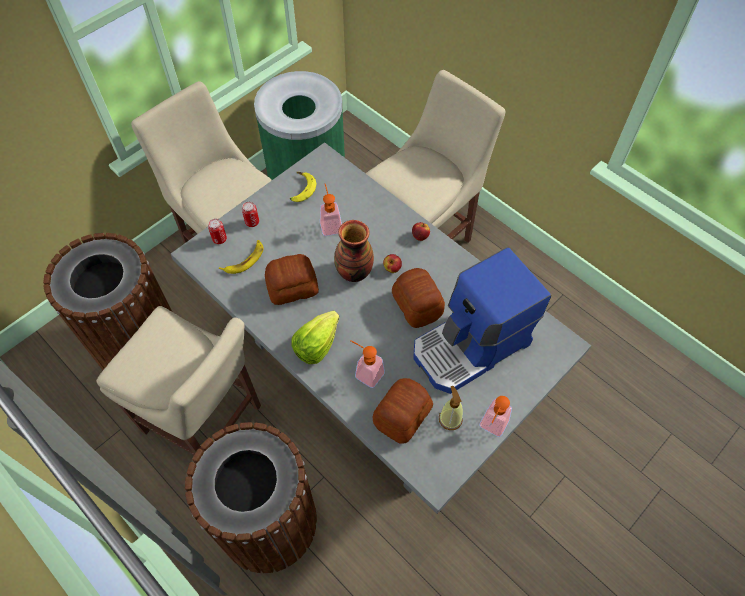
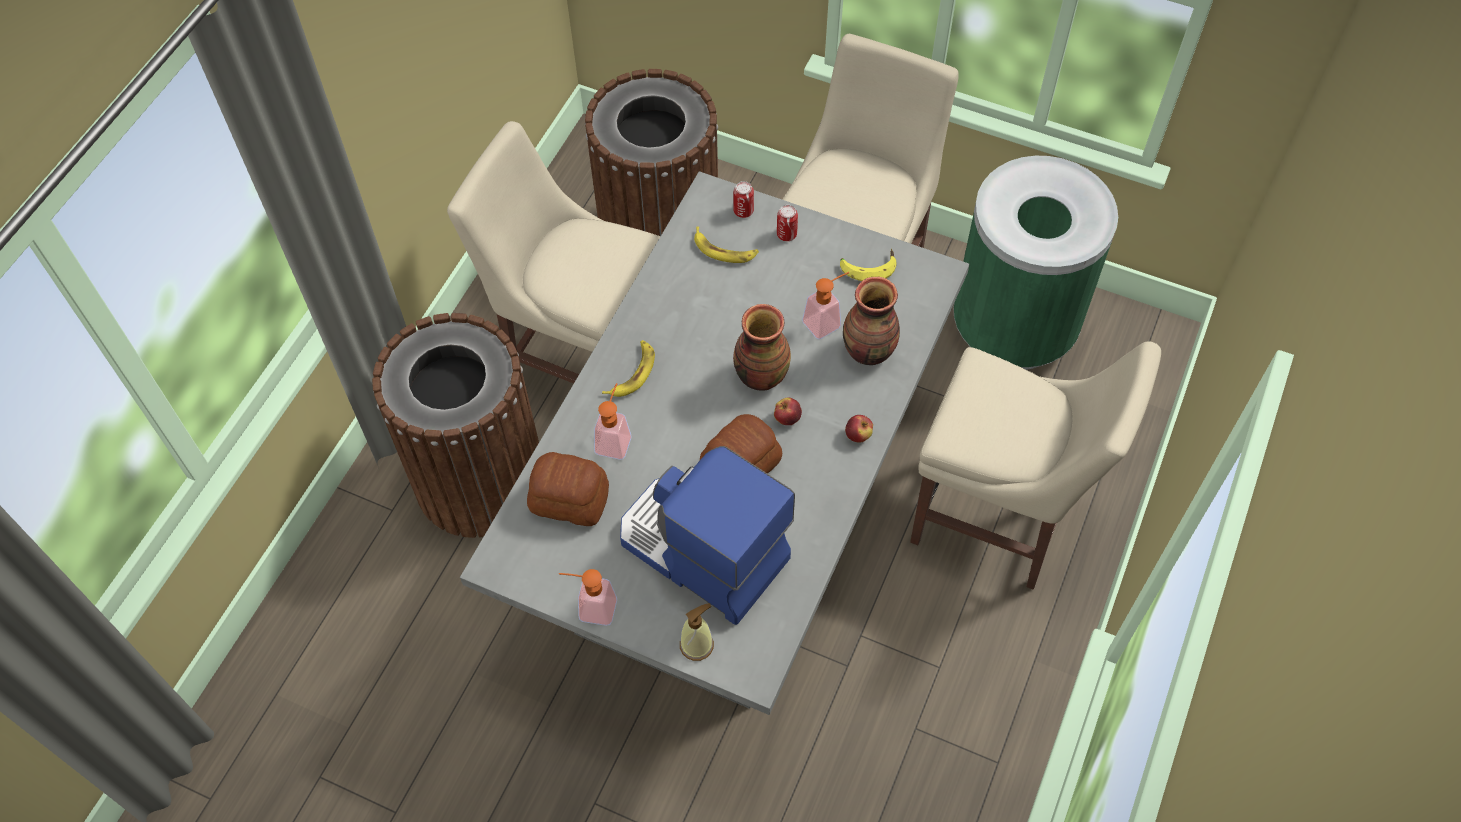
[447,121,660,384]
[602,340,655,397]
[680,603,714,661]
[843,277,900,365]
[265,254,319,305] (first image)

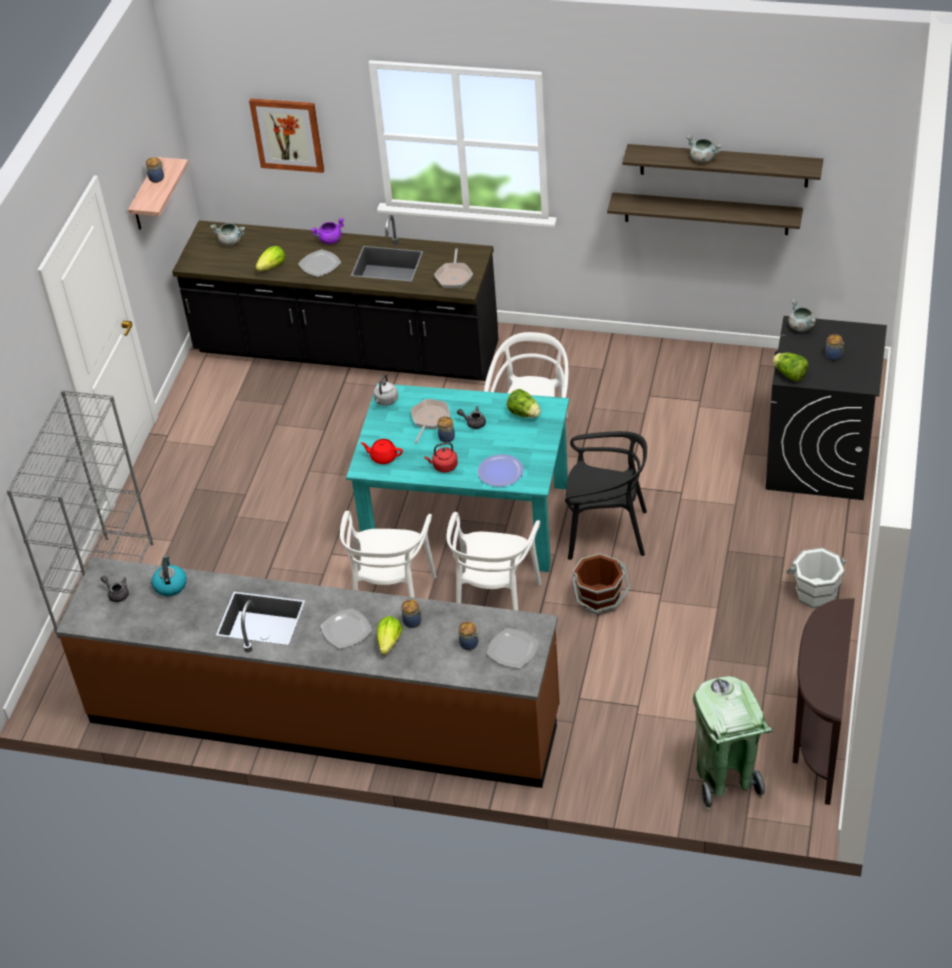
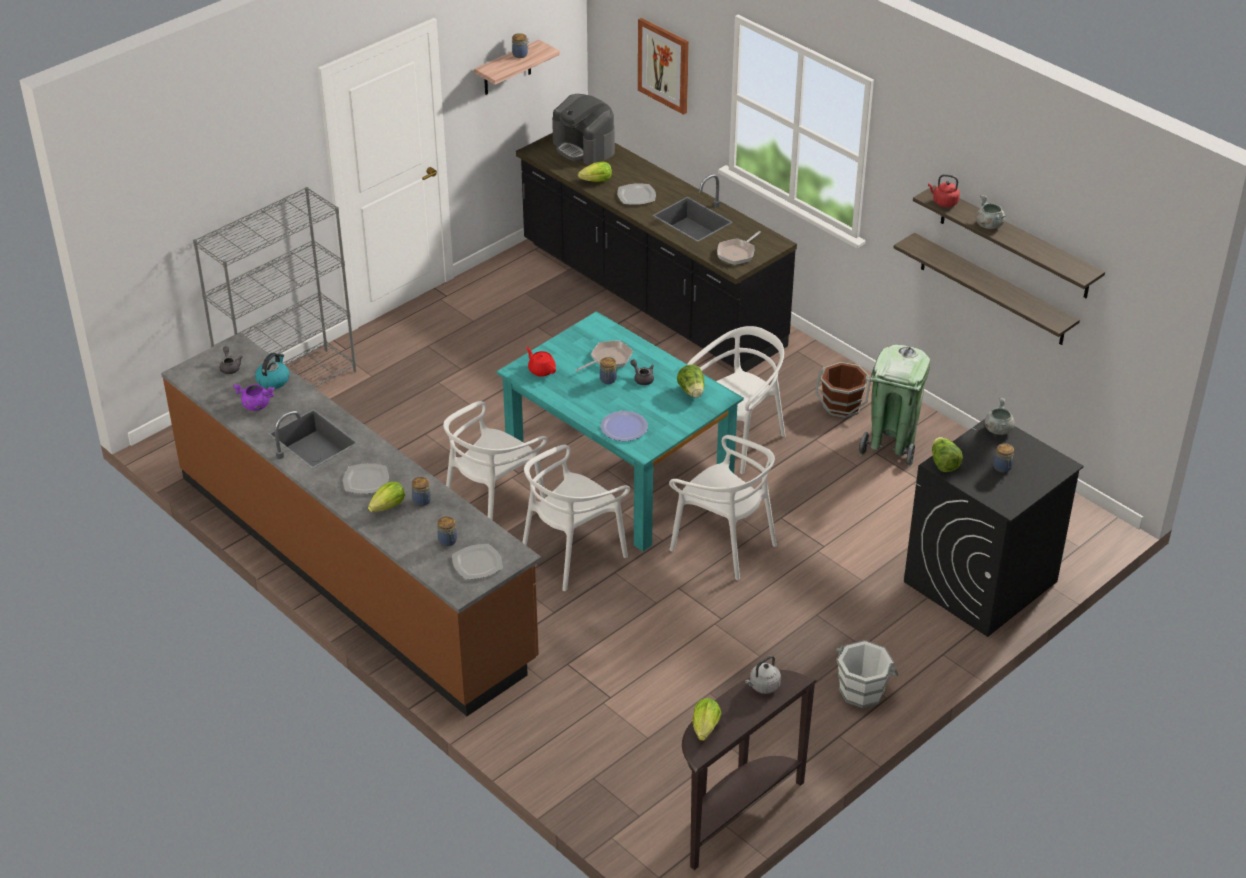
[233,384,275,411]
[552,94,615,165]
[669,435,777,580]
[693,698,721,741]
[745,656,781,694]
[815,362,871,418]
[859,345,930,466]
[928,174,960,207]

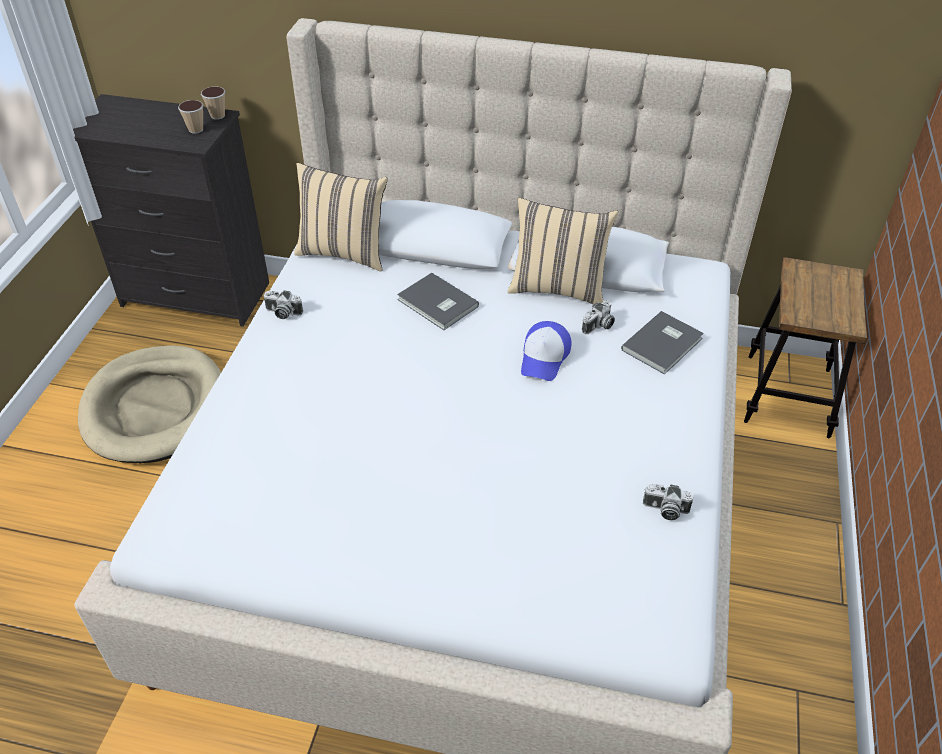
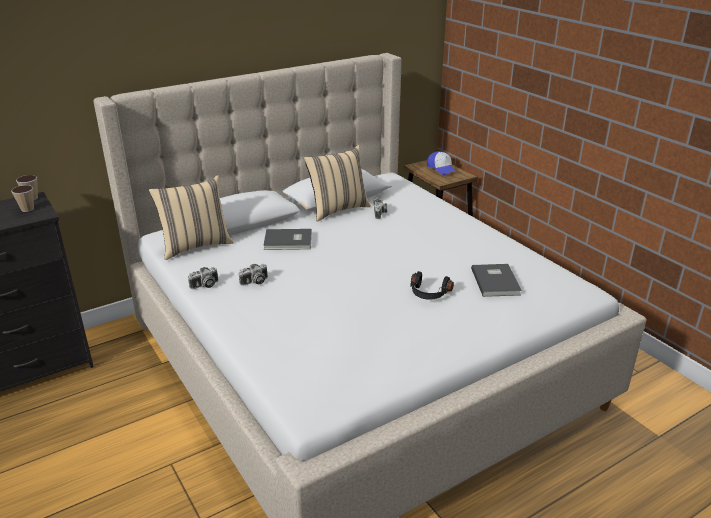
[239,264,268,286]
[410,271,454,300]
[427,151,455,175]
[471,264,522,297]
[78,345,221,463] (first image)

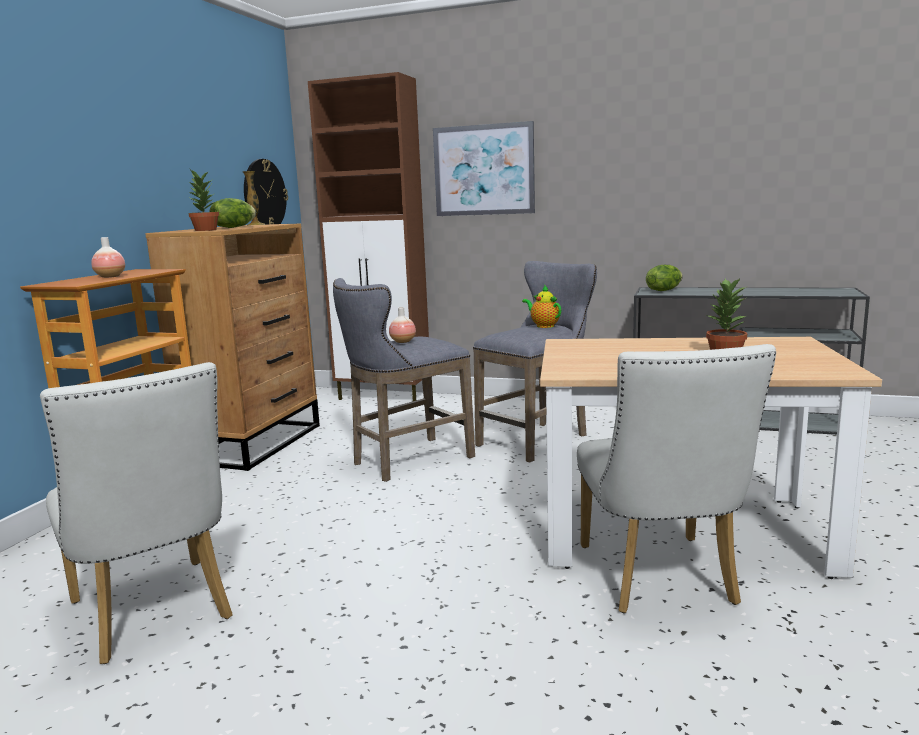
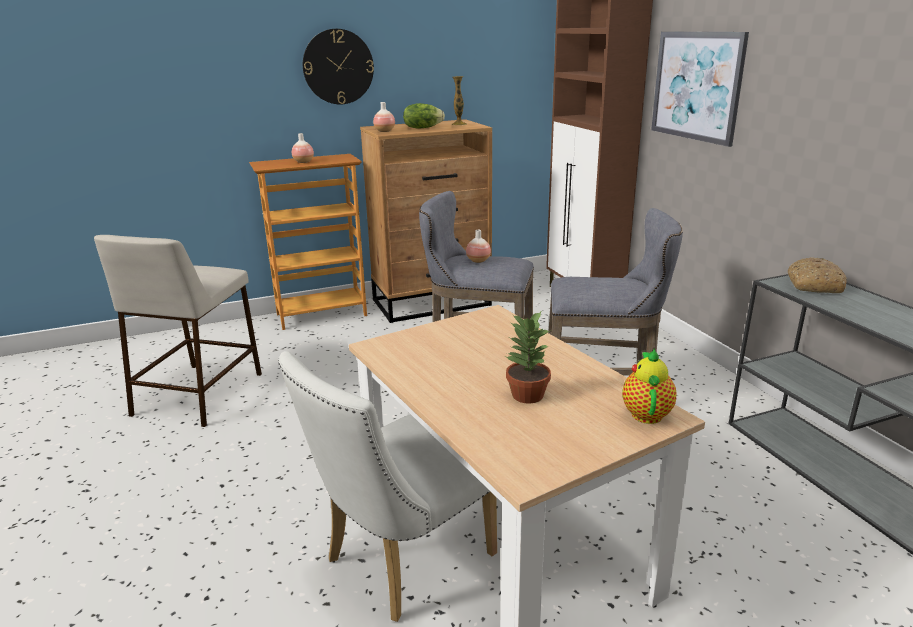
[94,235,262,427]
[303,29,374,104]
[373,102,395,132]
[622,348,676,424]
[788,258,847,293]

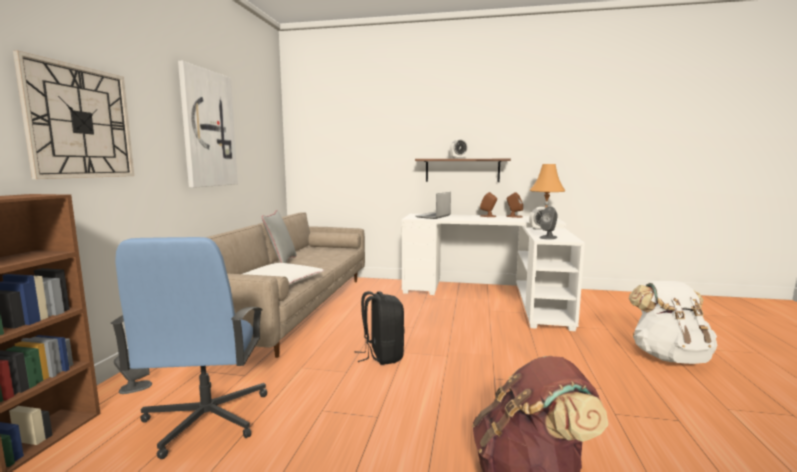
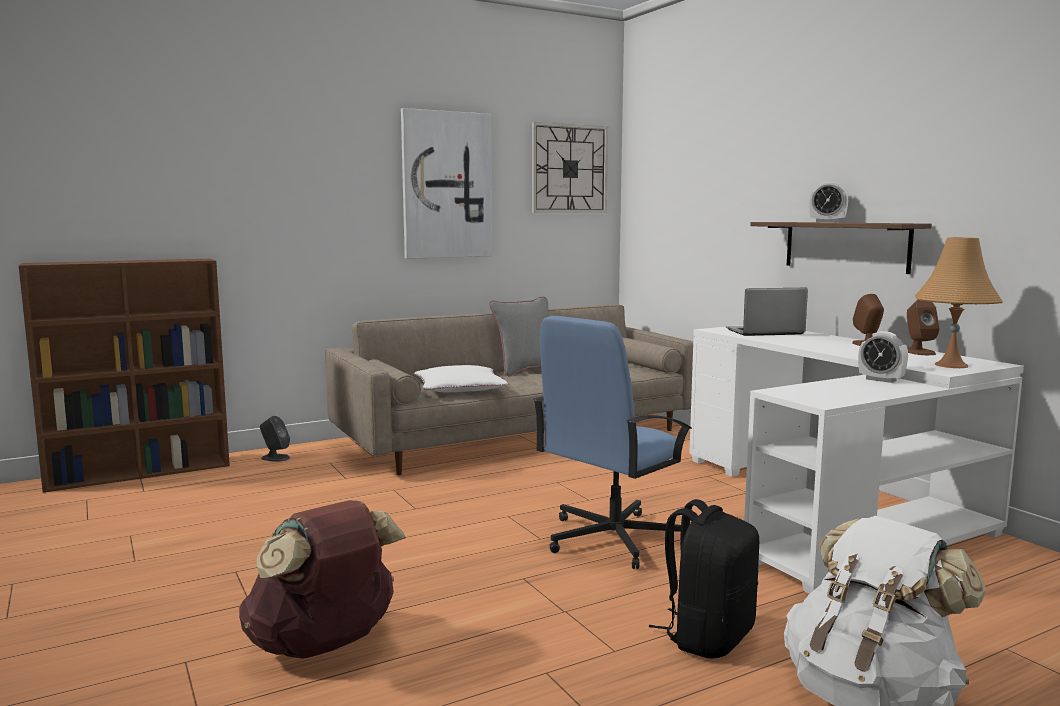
[532,122,608,213]
[533,316,692,569]
[649,499,759,659]
[540,206,558,239] (first image)

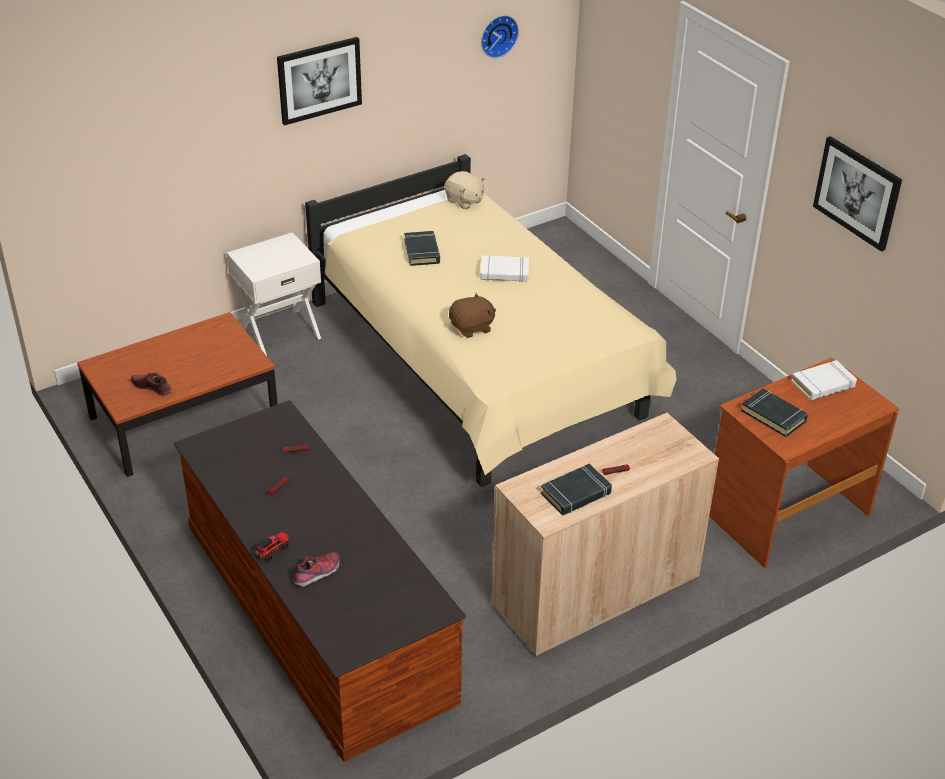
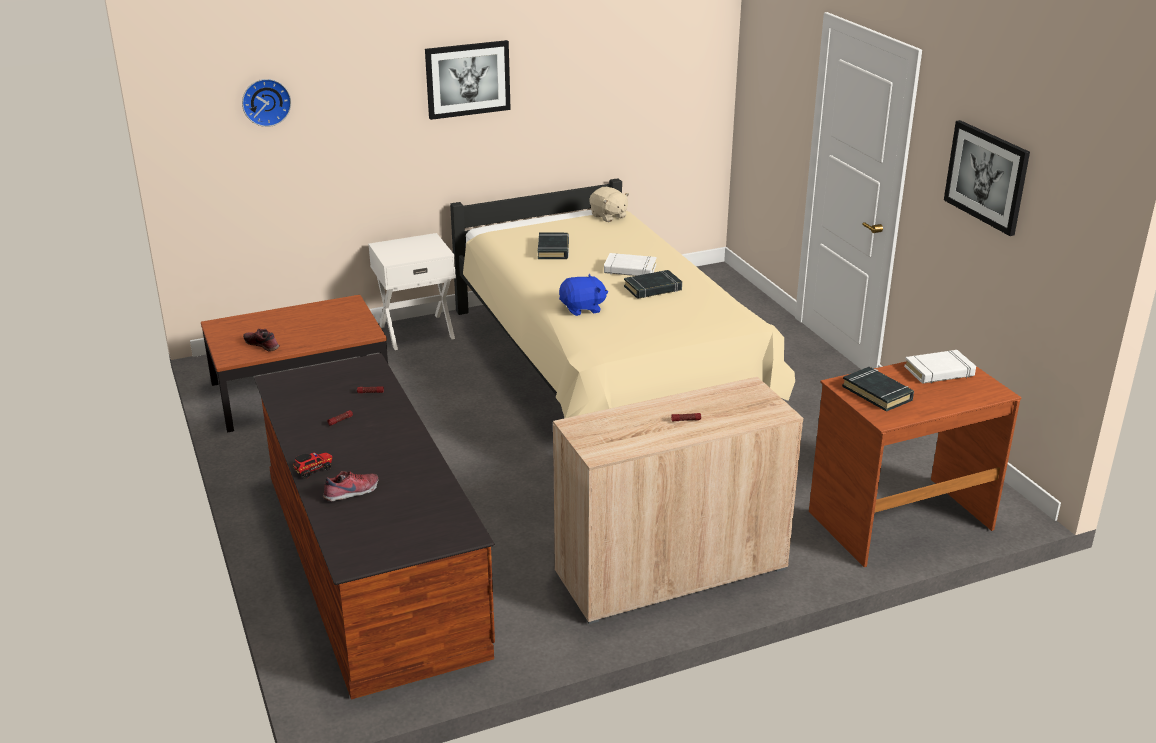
[242,79,291,127]
[559,274,608,316]
[624,270,682,299]

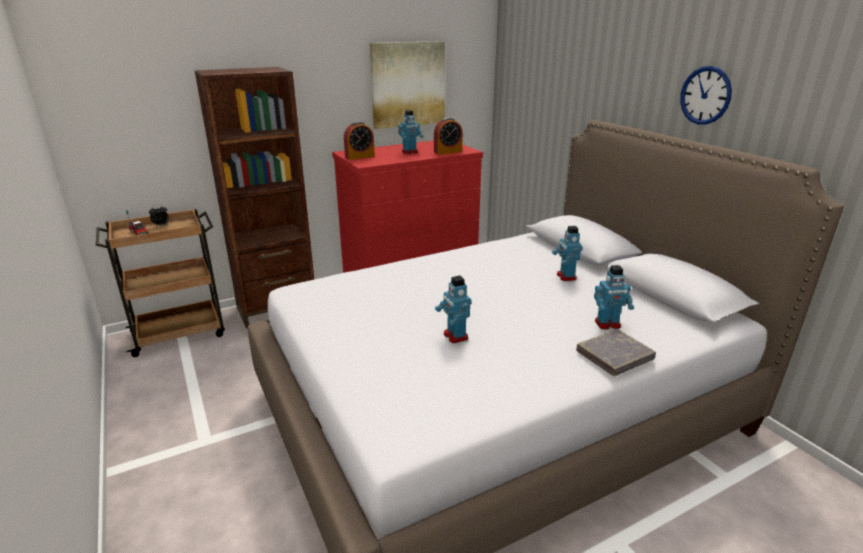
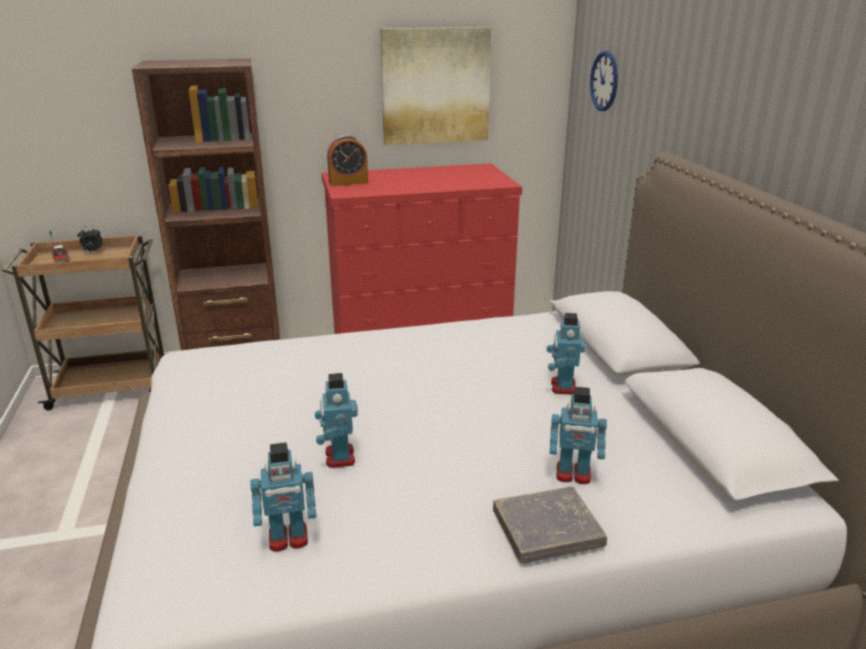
[250,443,317,552]
[590,51,618,111]
[434,118,463,155] (first image)

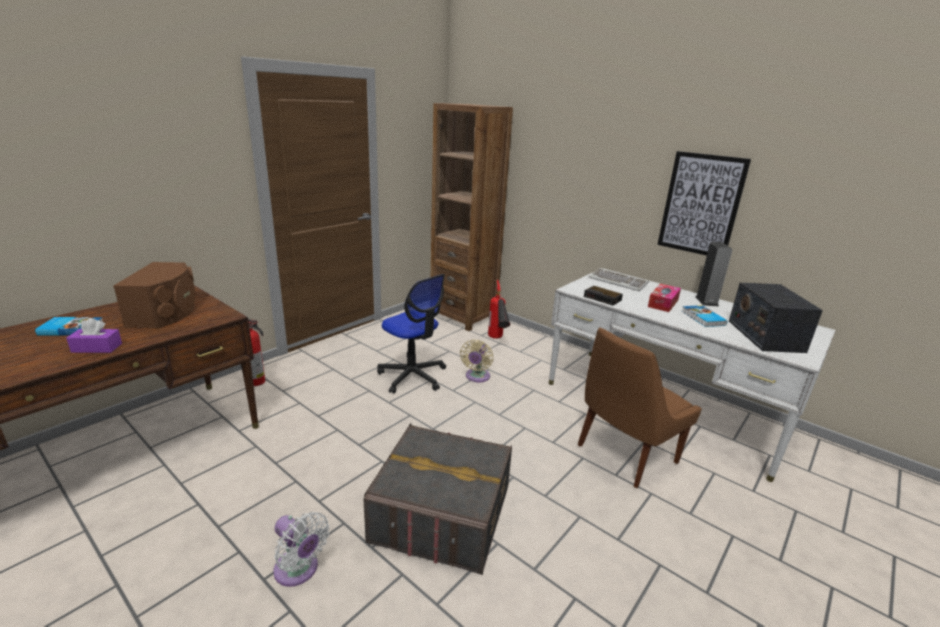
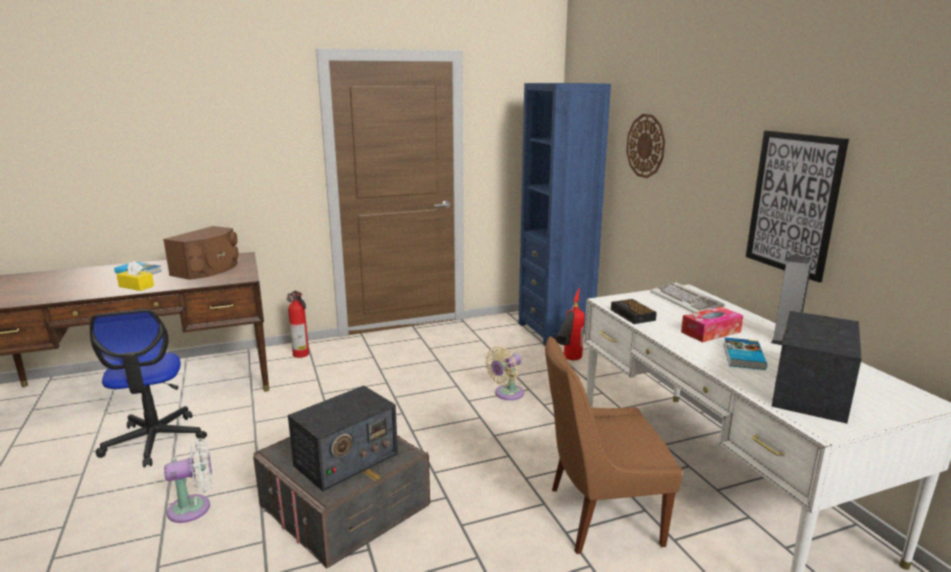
[90,309,207,467]
[116,261,154,291]
[164,438,213,523]
[288,386,398,491]
[519,83,611,346]
[626,114,665,178]

